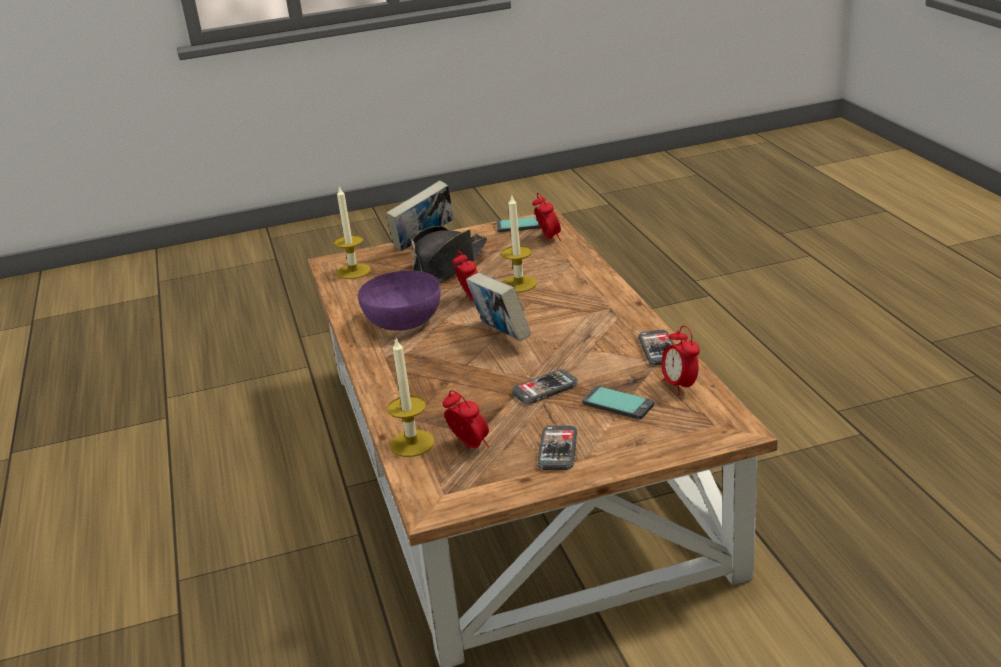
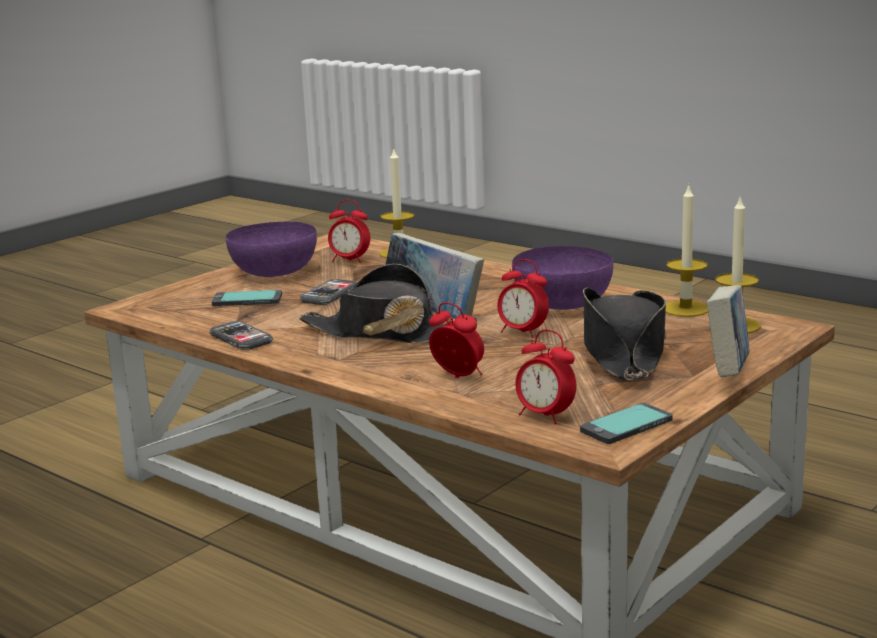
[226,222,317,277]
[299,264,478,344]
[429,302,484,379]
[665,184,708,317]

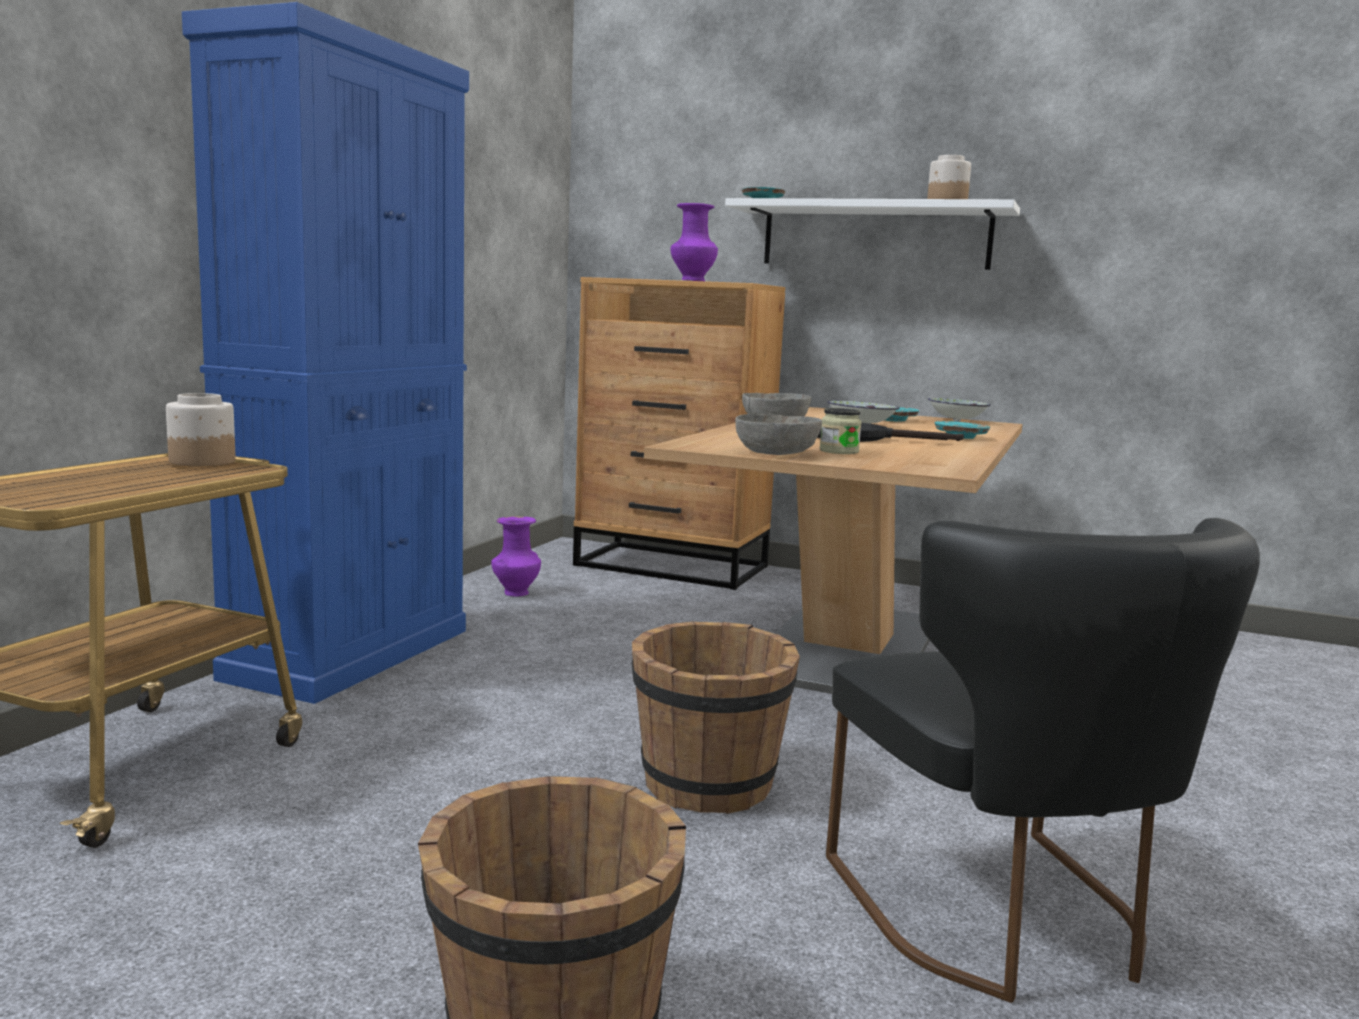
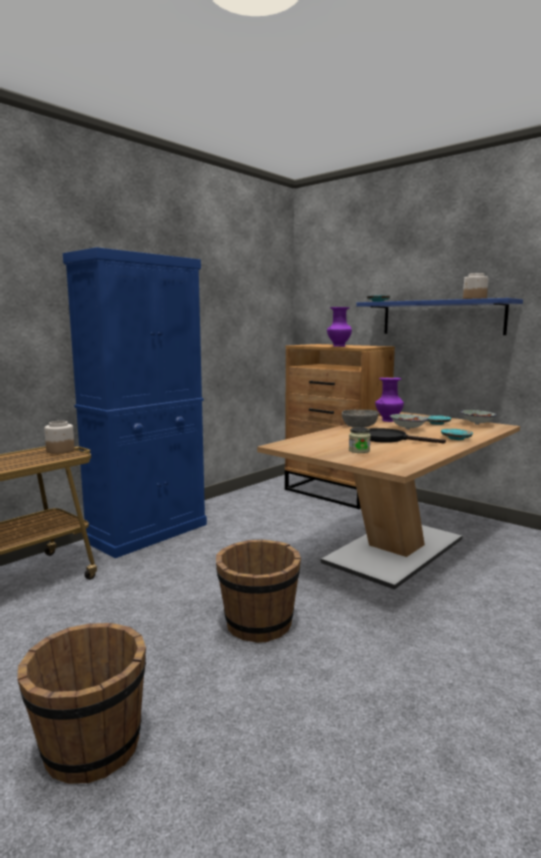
[356,298,523,335]
[375,377,404,422]
[735,414,822,455] (first image)
[826,518,1260,1003] (first image)

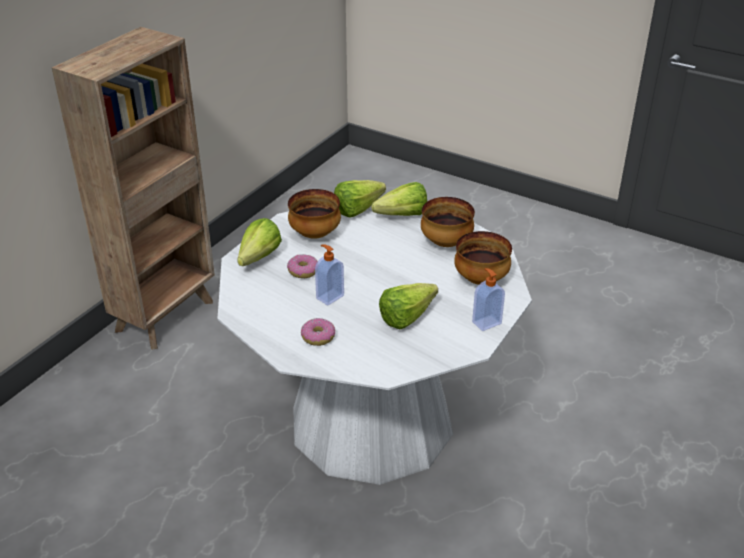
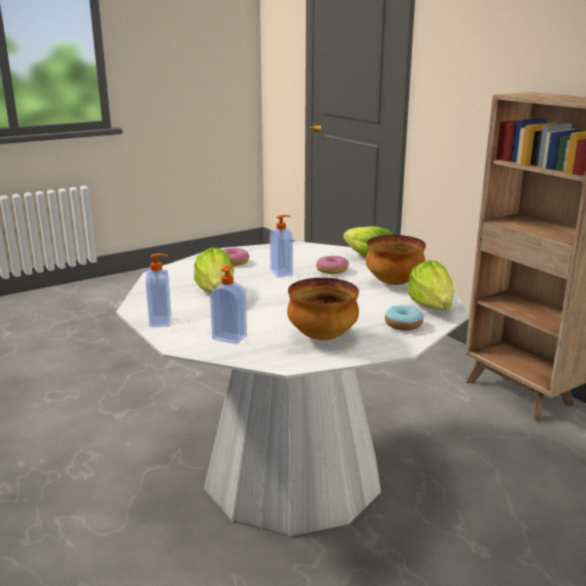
[210,265,247,344]
[385,305,424,331]

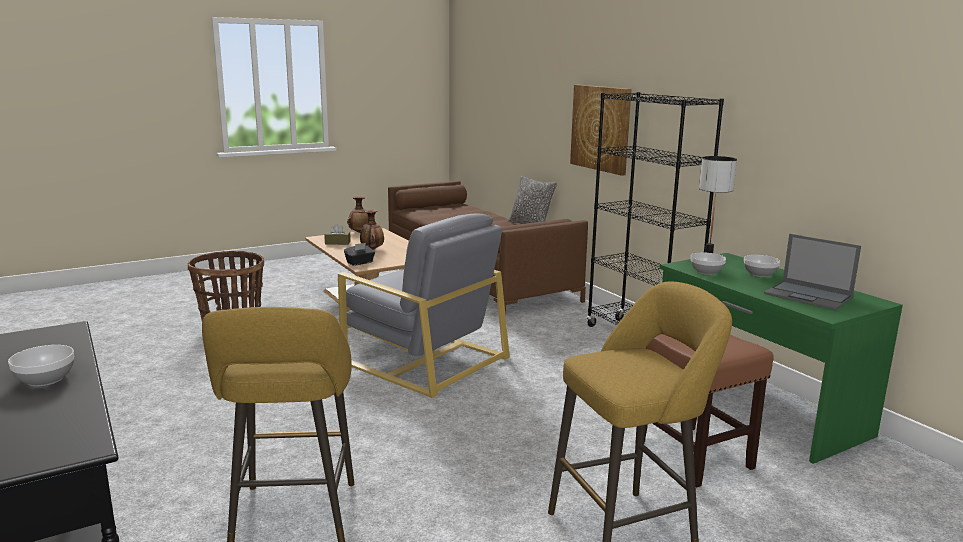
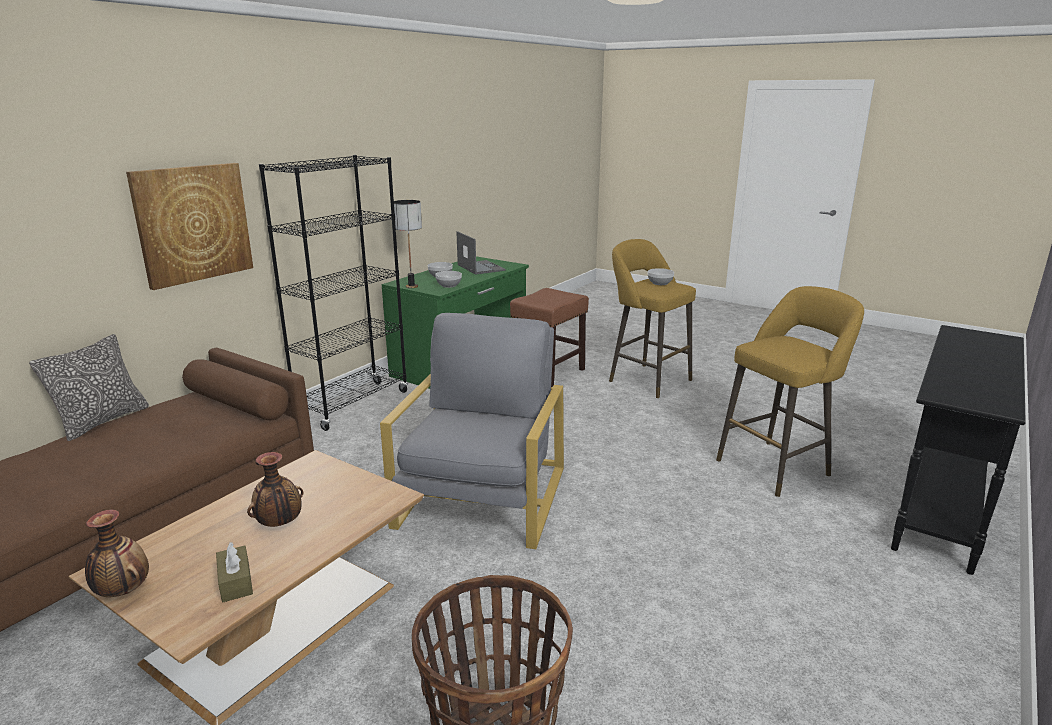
[456,231,506,275]
[648,268,674,285]
[344,243,375,266] (first image)

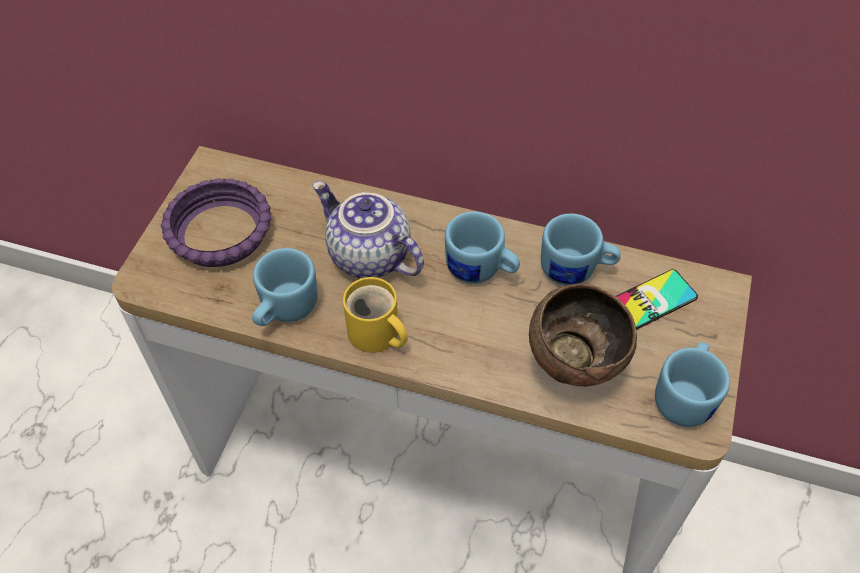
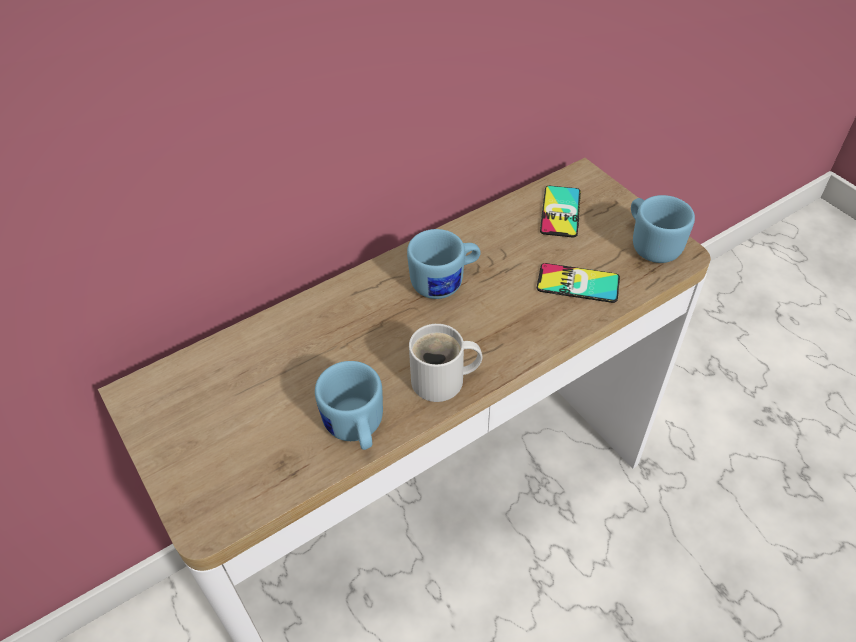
[409,324,483,402]
[537,263,620,303]
[161,178,271,267] (first image)
[312,181,424,278] (first image)
[541,213,621,286] (first image)

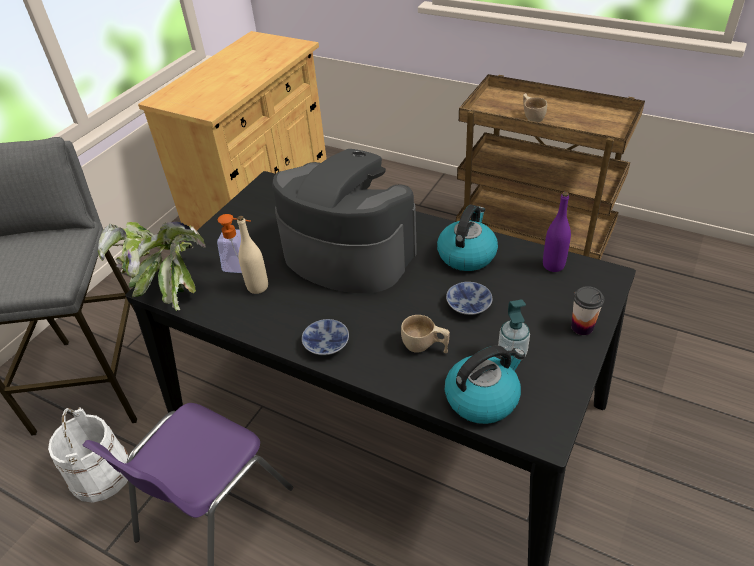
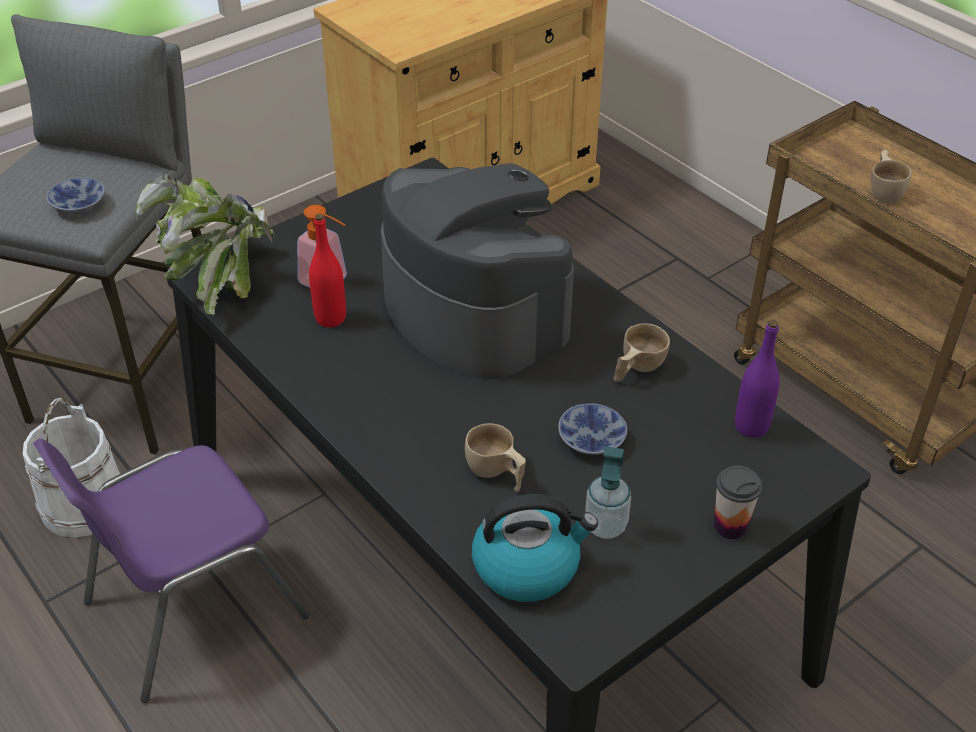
[46,177,105,214]
[309,214,346,327]
[613,323,670,382]

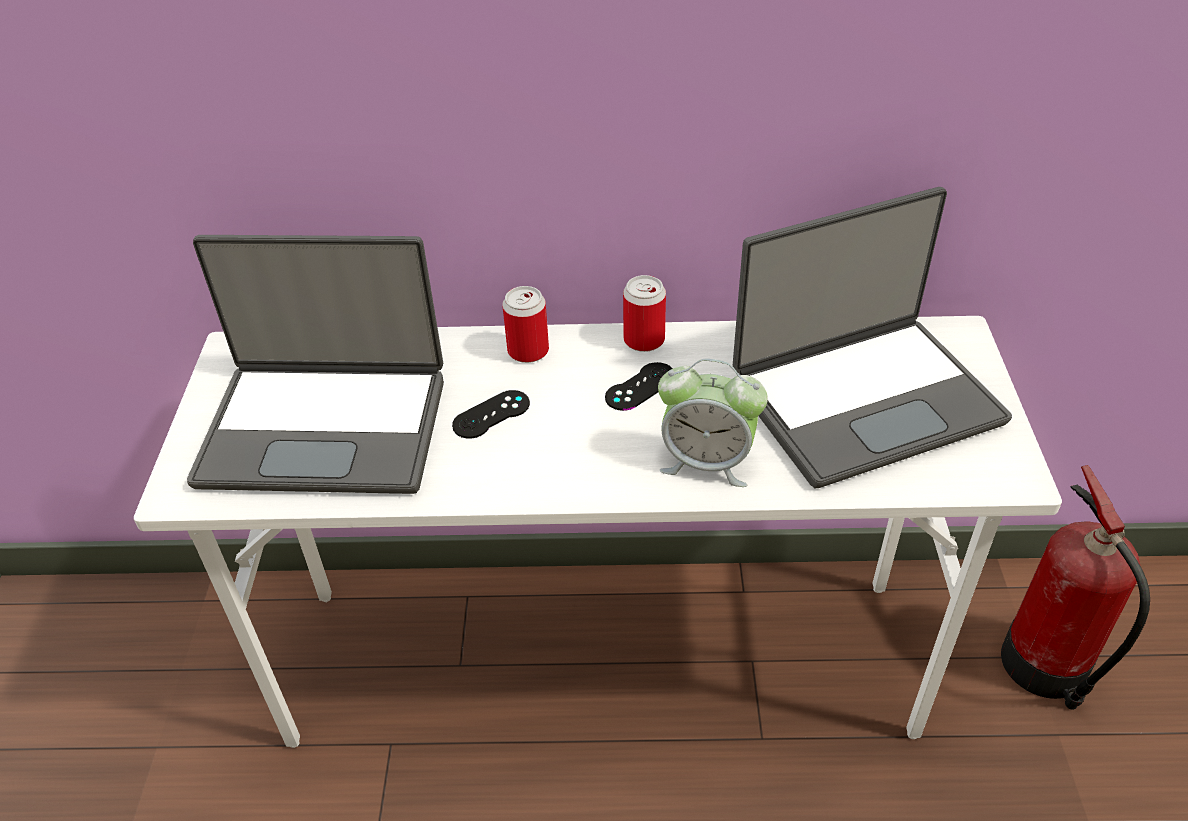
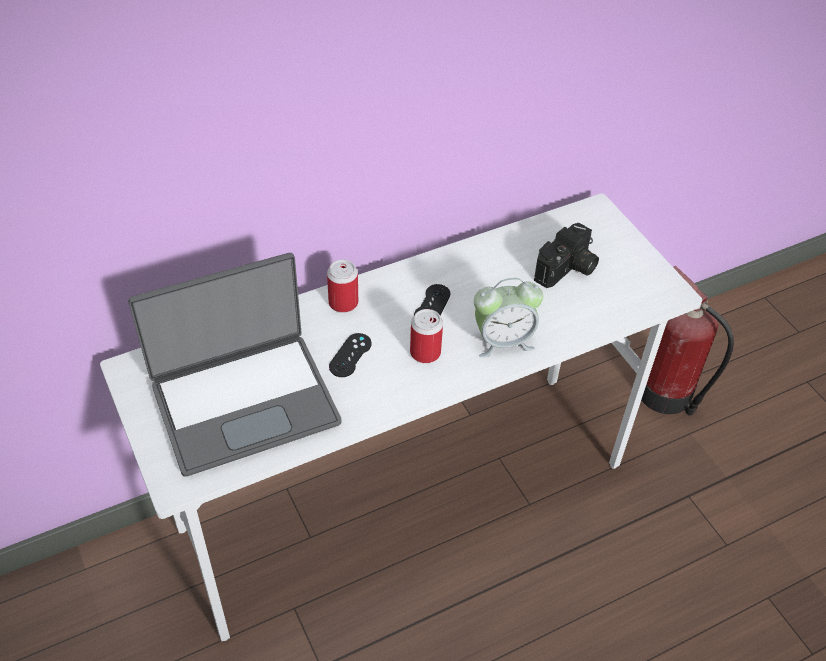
[410,309,443,363]
[534,223,599,288]

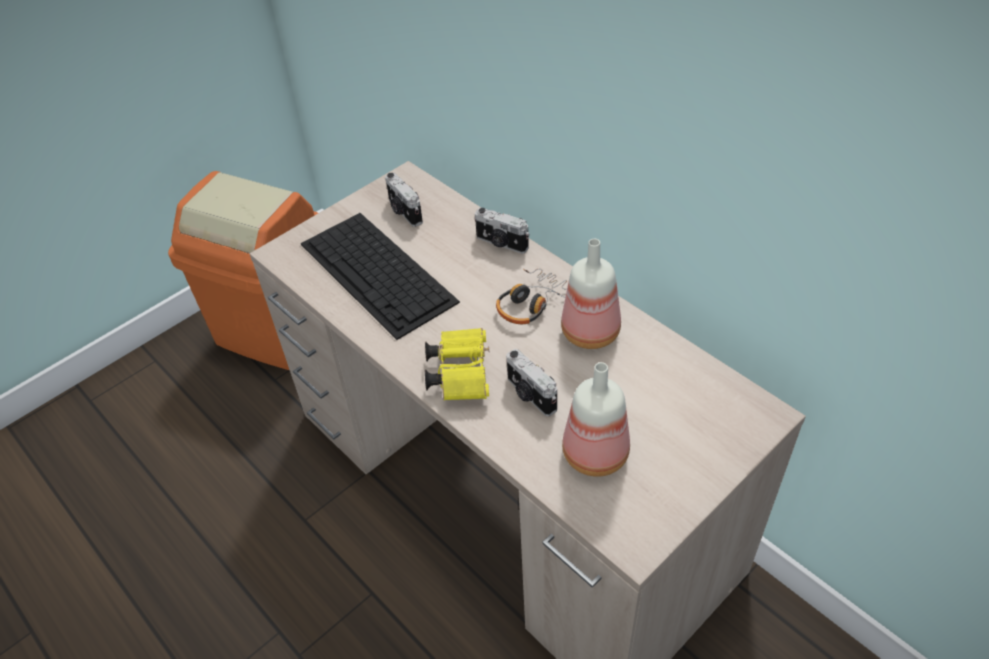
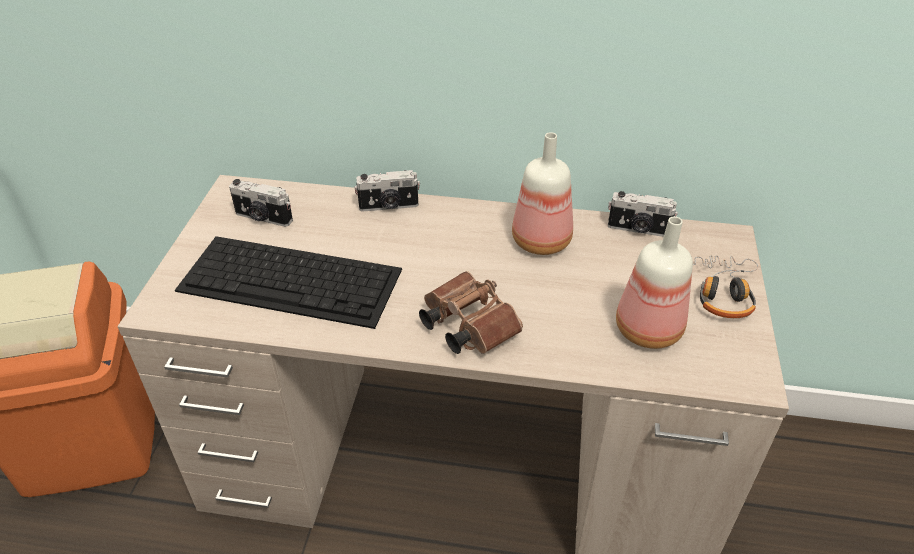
[419,271,523,354]
[608,191,678,237]
[693,256,758,318]

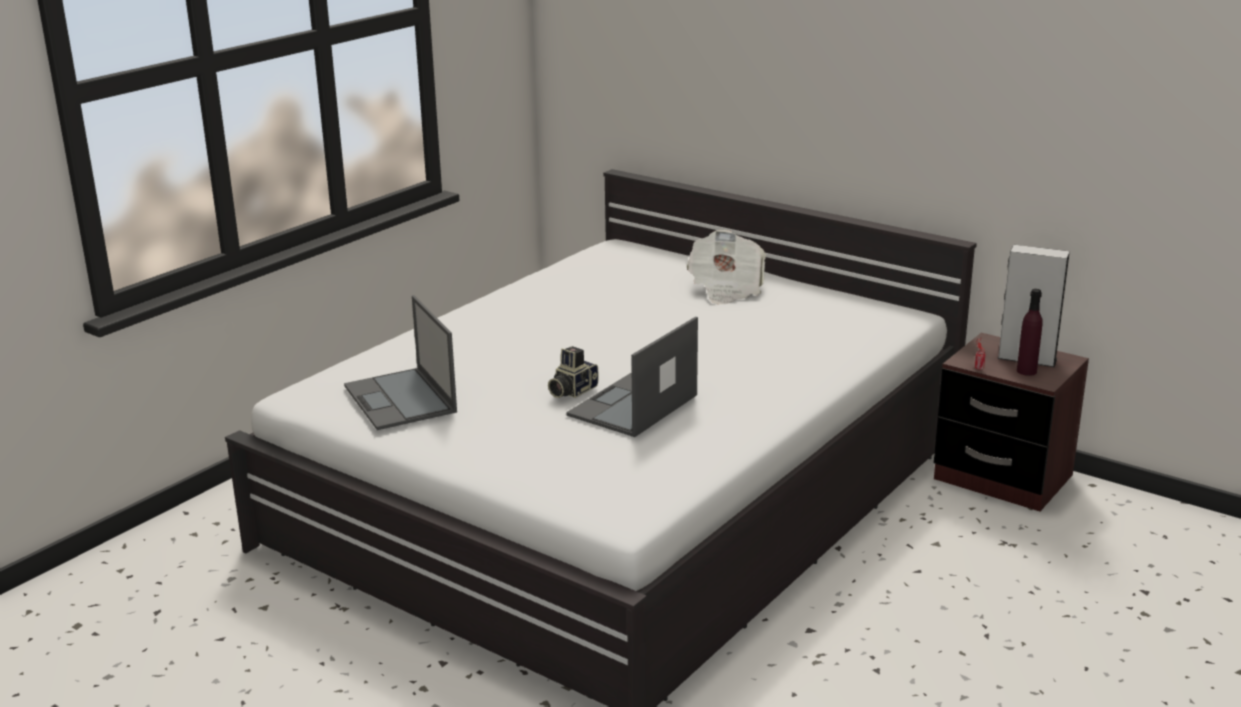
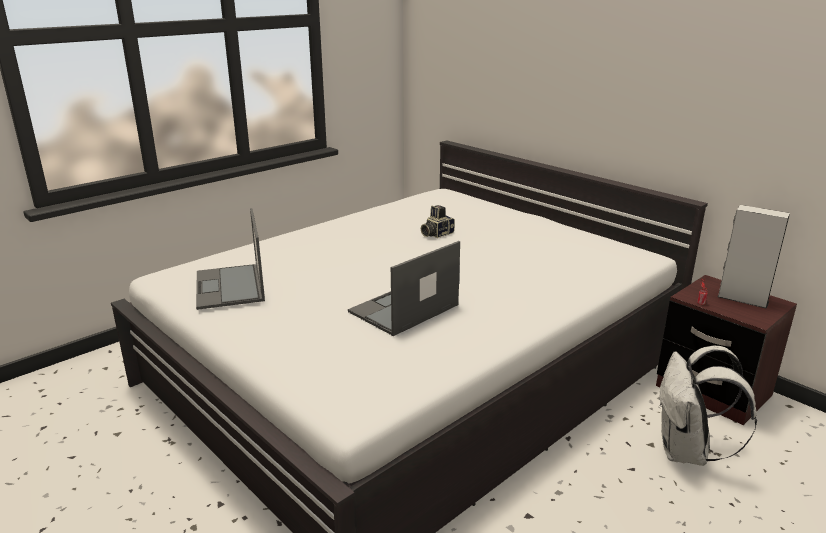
[421,205,455,238]
[659,346,757,466]
[686,230,766,305] (first image)
[1017,289,1043,376] (first image)

